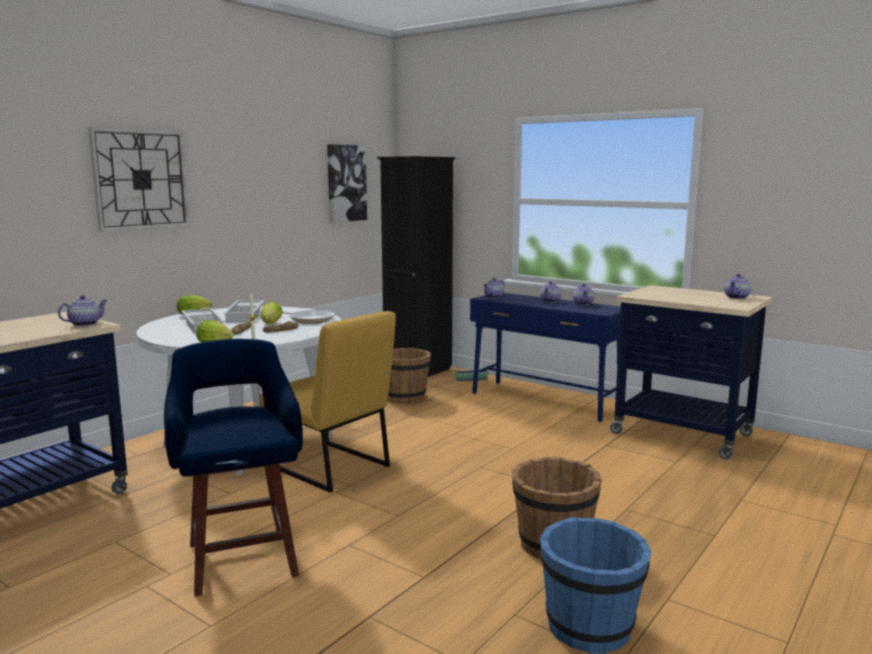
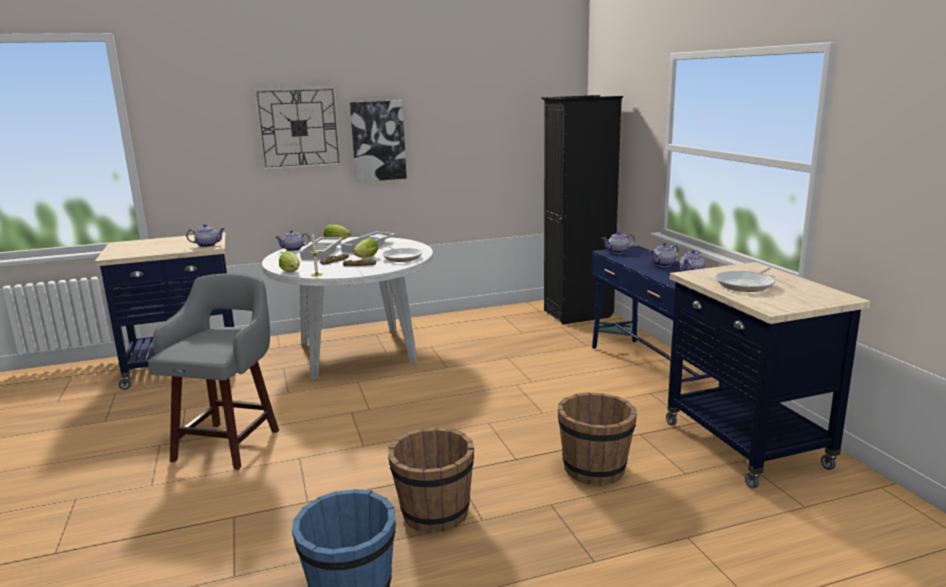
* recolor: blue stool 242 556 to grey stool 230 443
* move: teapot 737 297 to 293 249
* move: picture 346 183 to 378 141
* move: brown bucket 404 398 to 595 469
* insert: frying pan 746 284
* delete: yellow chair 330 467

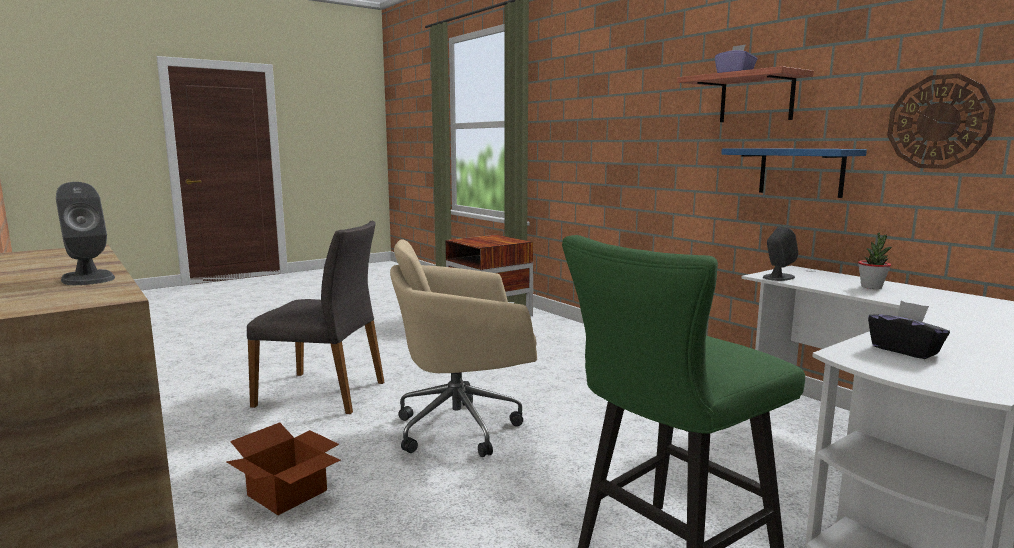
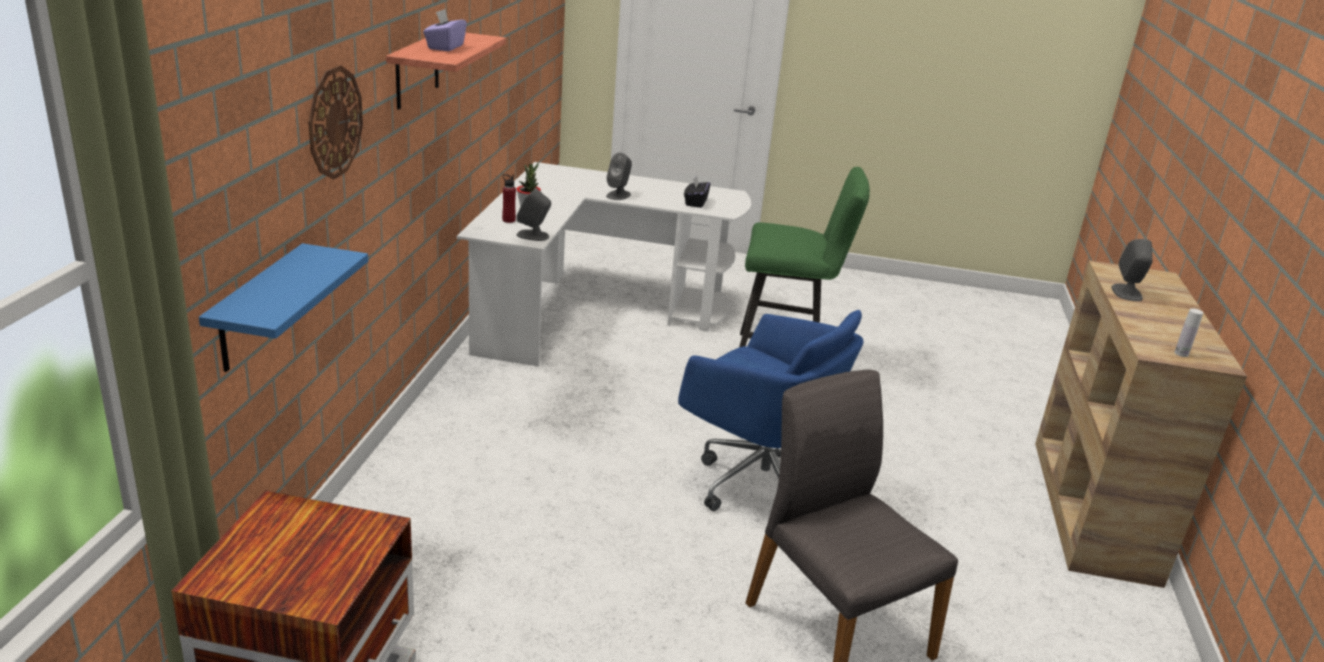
* move: blue shelf 801 172 to 258 309
* move: wall clock 939 122 to 334 122
* insert: red bottle 508 220
* insert: grey speaker 618 195
* recolor: beige office chair 464 428 to blue office chair 755 485
* insert: white bottle 1181 353
* delete: cardboard box 287 494

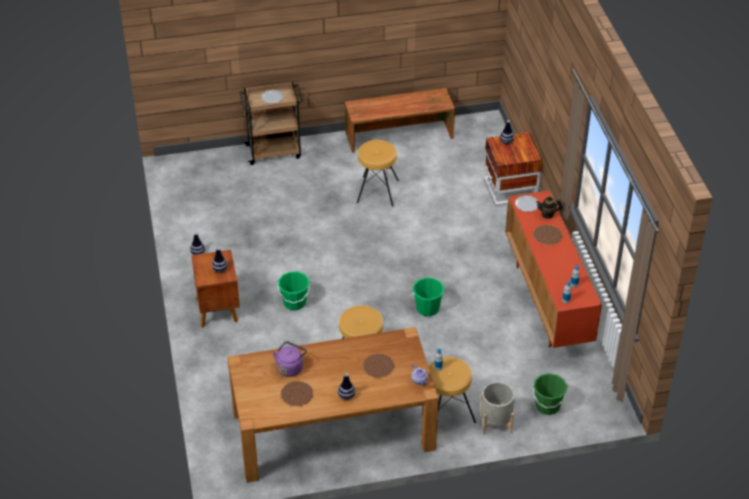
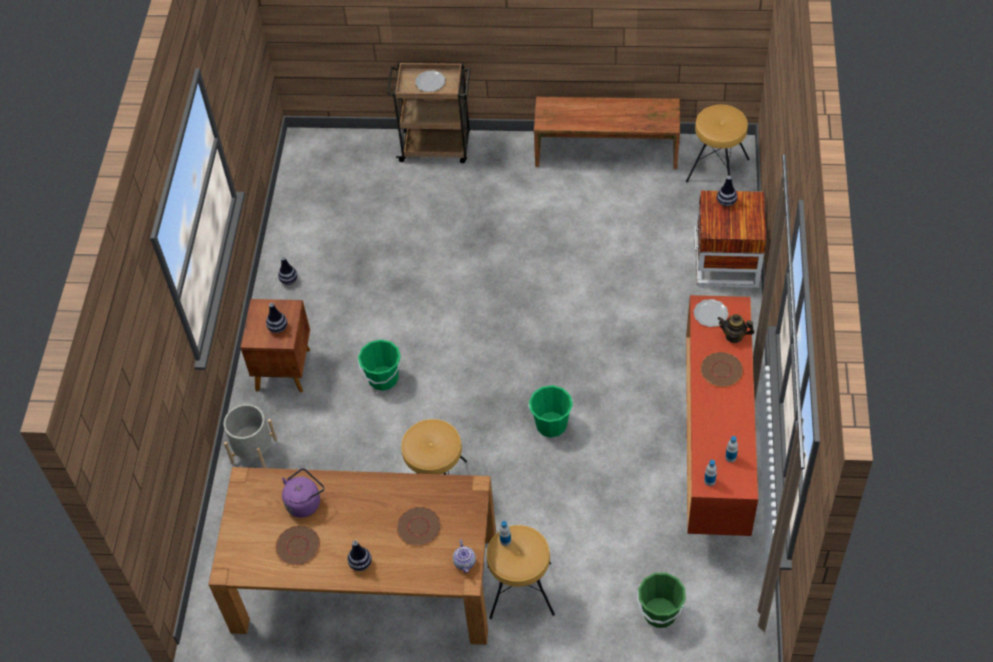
* move: grey planter 495 422 to 254 451
* move: brown stool 377 191 to 717 170

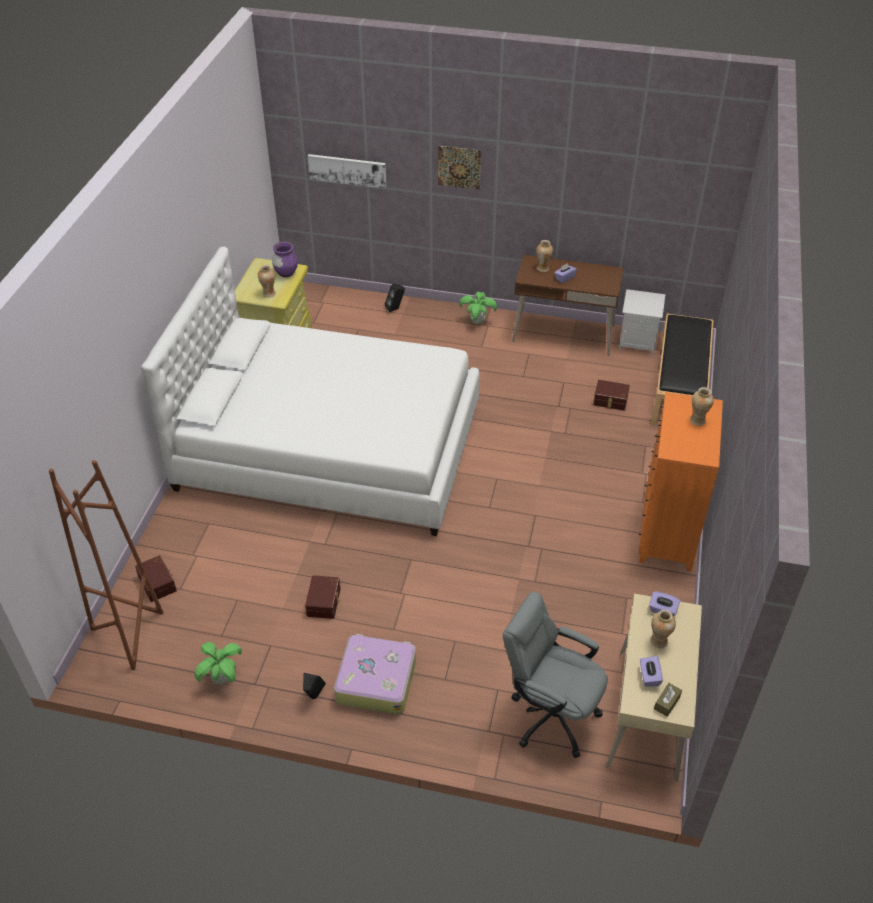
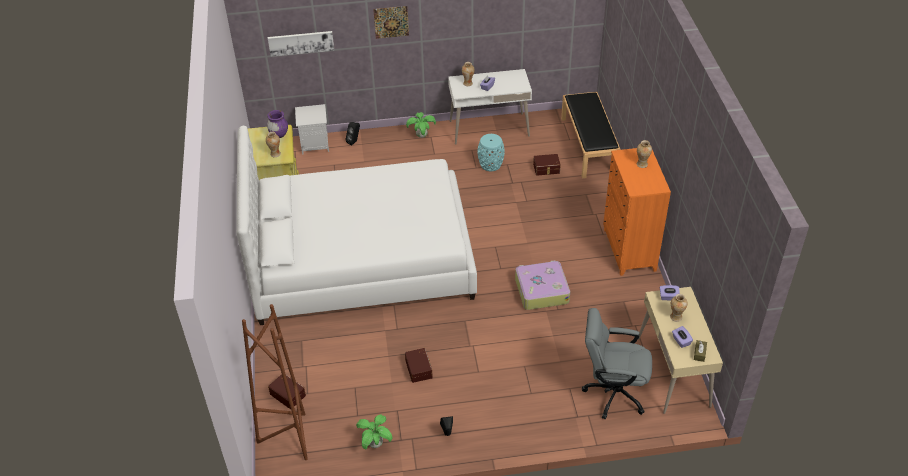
* move: grey nightstand 638 341 to 315 144
* recolor: brown desk 563 334 to white desk 489 128
* insert: turquoise stool 490 165
* move: suitcase 376 680 to 541 290

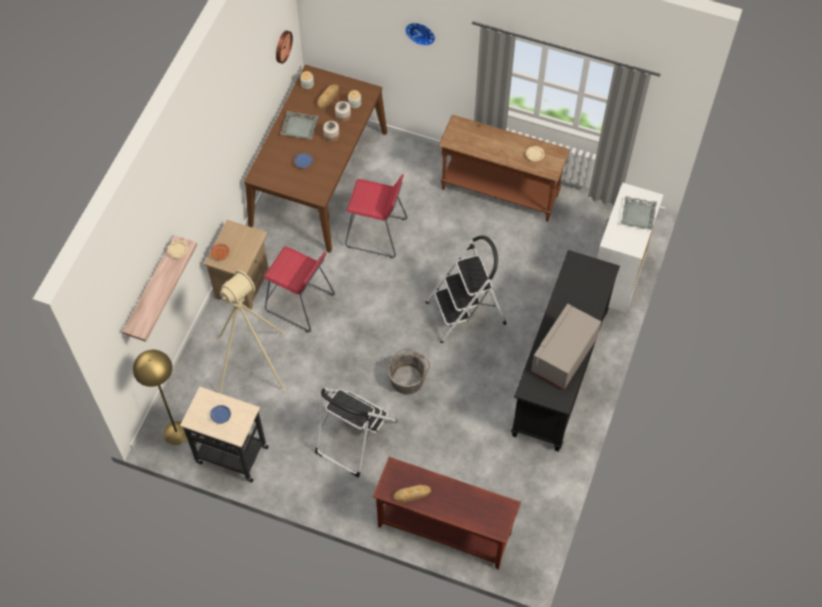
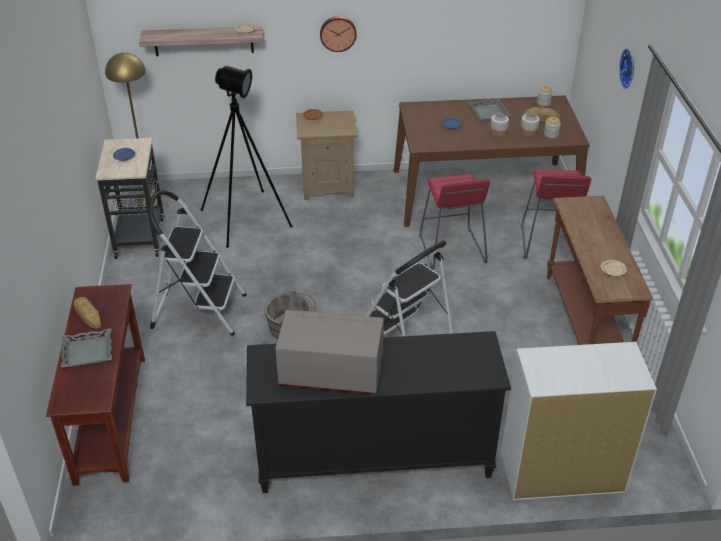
* move: grey tray 638 215 to 87 352
* recolor: beige floor lamp 252 363 to black floor lamp 246 218
* move: wall clock 282 46 to 338 33
* move: red stool 300 303 to 549 243

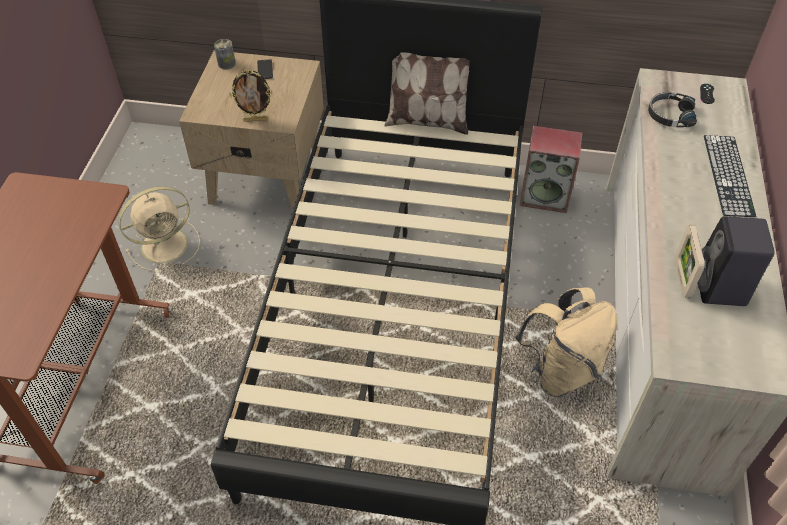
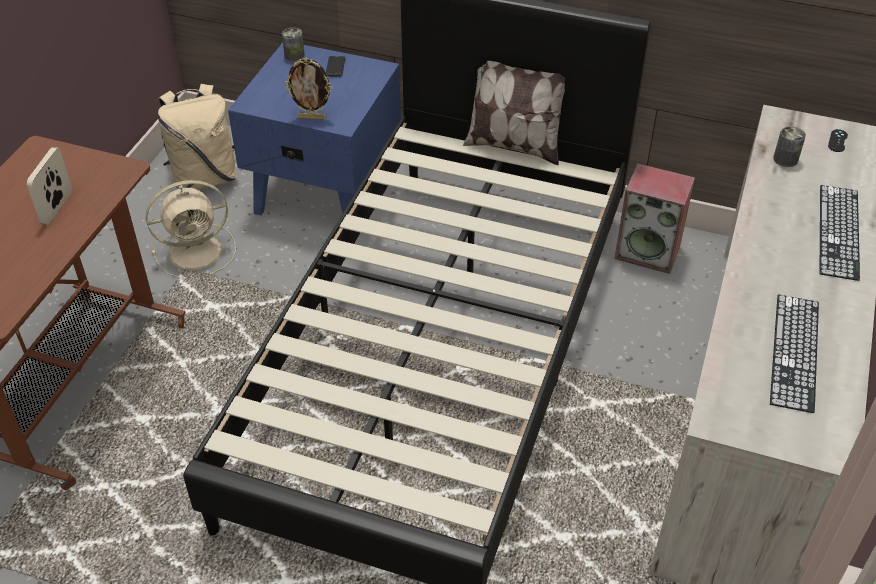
* move: picture frame 681 278 to 57 208
* move: beige backpack 561 370 to 205 177
* recolor: beige nightstand 267 176 to blue nightstand 327 192
* replace: black speaker 721 288 to keyboard 794 351
* replace: black headphones 670 115 to can 785 159

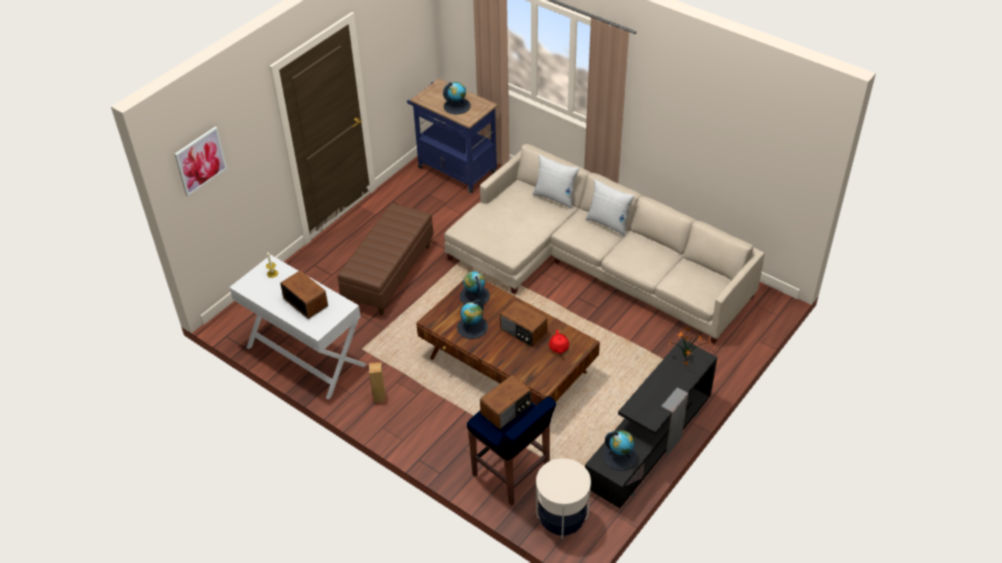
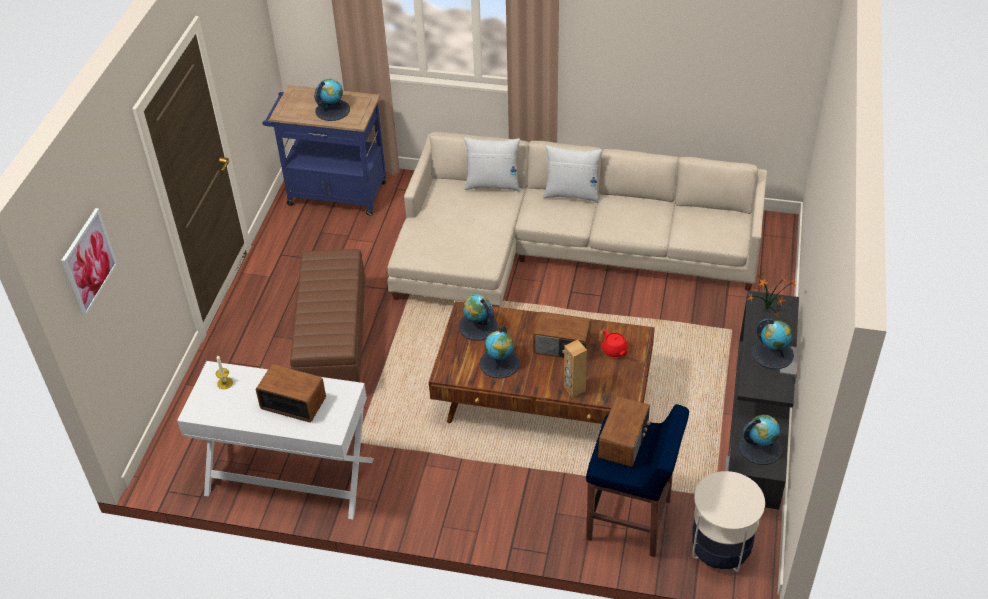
* move: brown speaker 379 397 to 574 389
* insert: globe 772 353

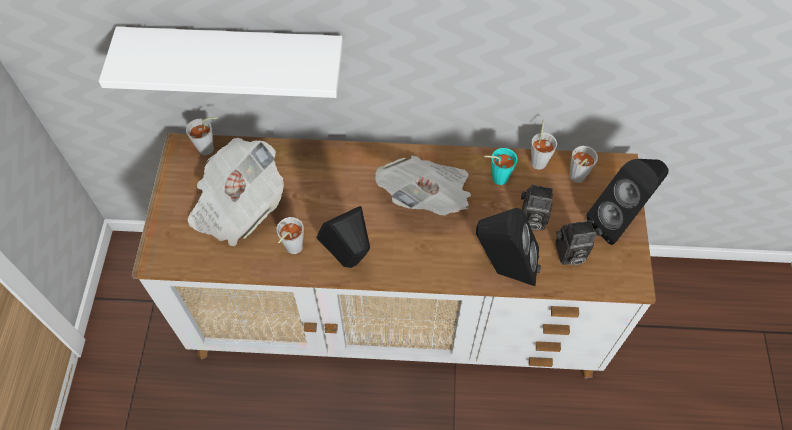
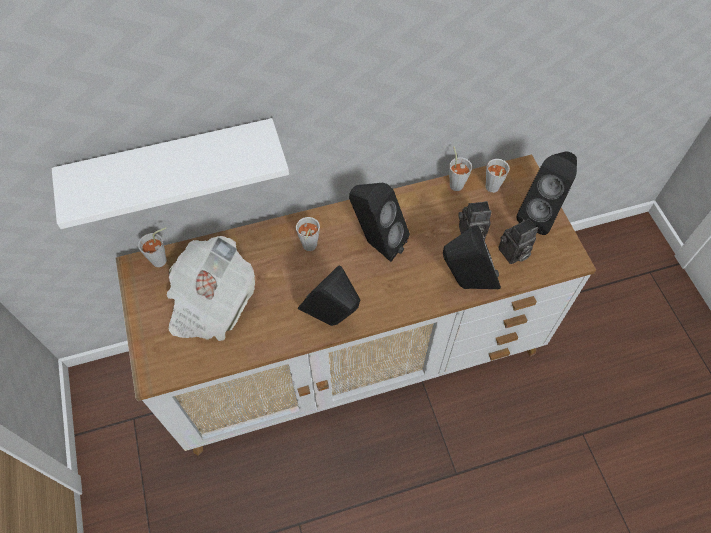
* move: grey cup 291 249 to 308 247
* replace: newspaper 427 197 to black speaker 376 243
* delete: turquoise cup 496 178

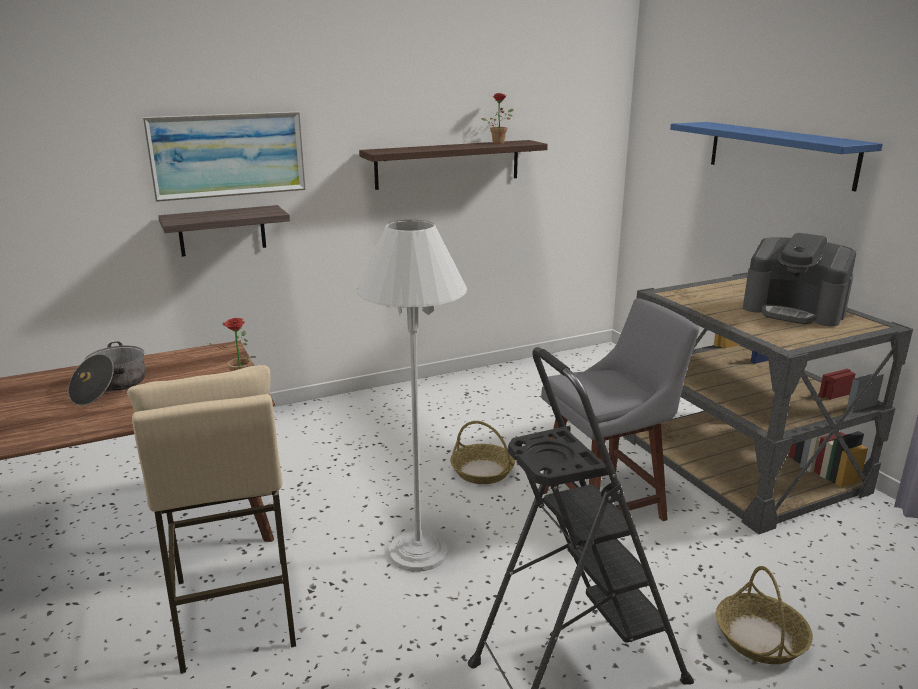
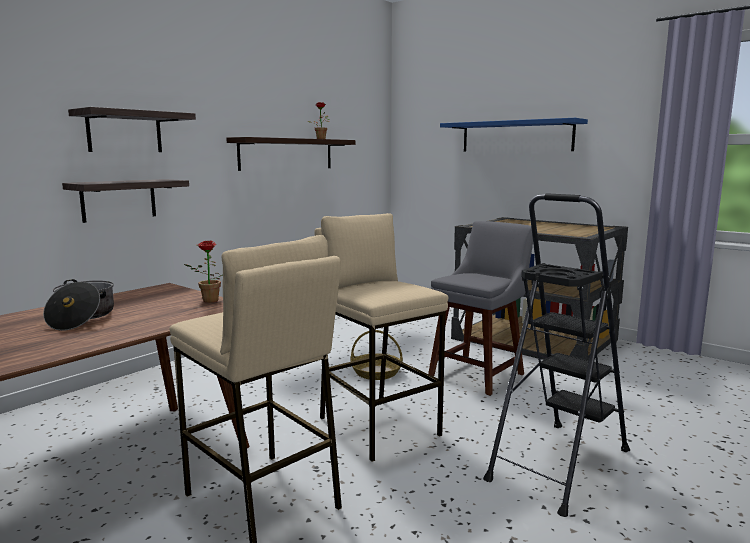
* replace: picture 228 155 to shelf 124 132
* replace: white floor lamp 418 551 to beige stool 378 426
* delete: basket 759 638
* delete: coffee machine 794 311

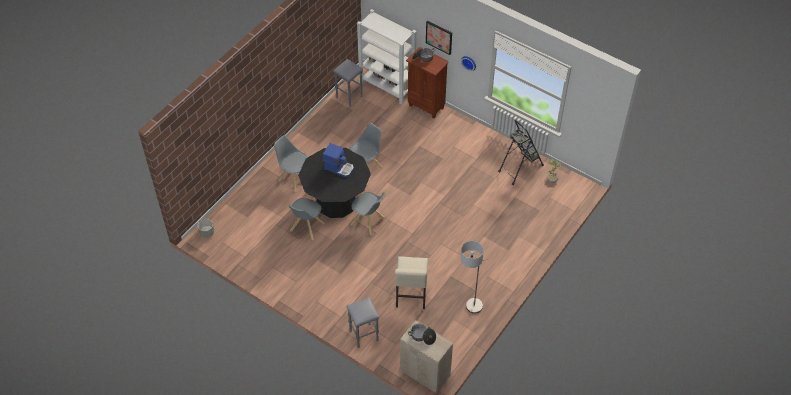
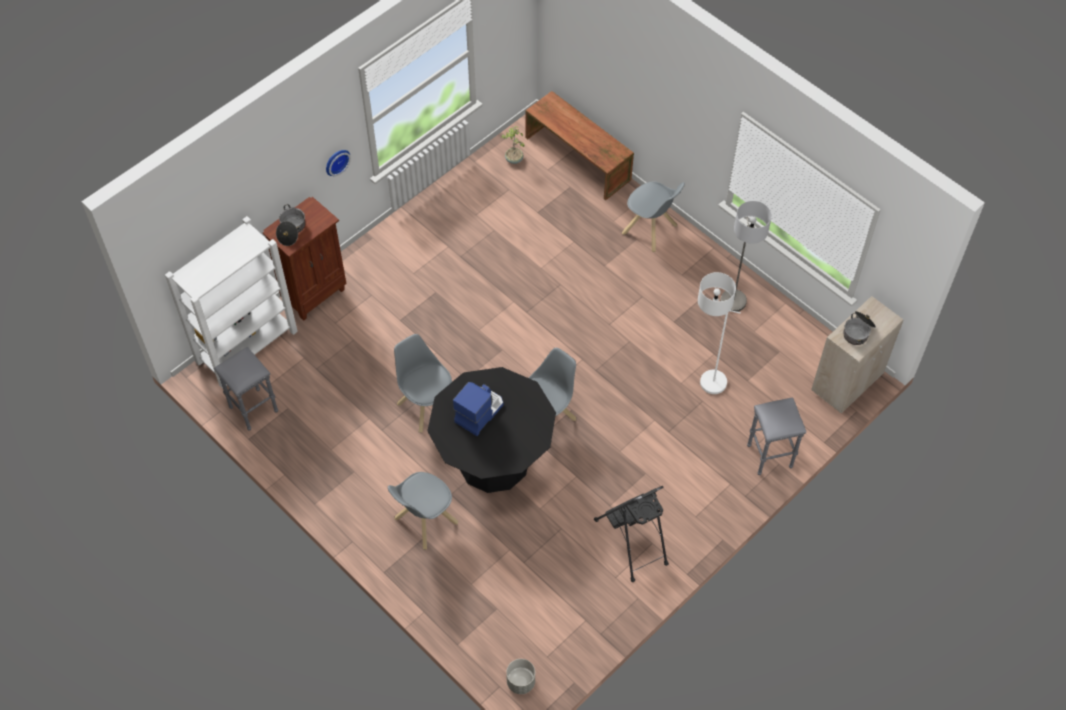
* insert: brown bench 579 158
* move: step ladder 520 168 to 631 542
* move: grey chair 306 227 to 651 230
* replace: beige stool 410 297 to white floor lamp 705 381
* delete: picture 439 37

